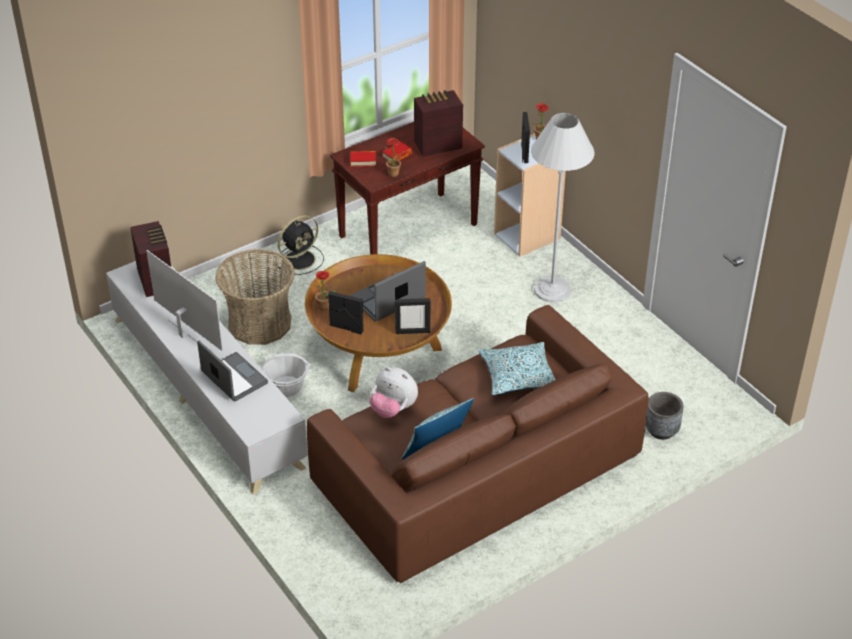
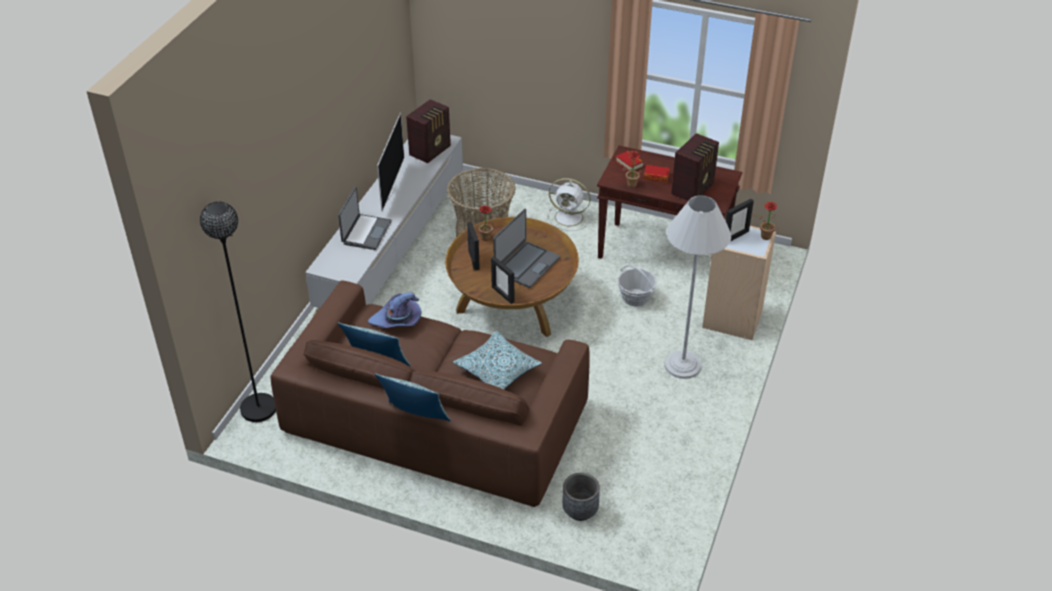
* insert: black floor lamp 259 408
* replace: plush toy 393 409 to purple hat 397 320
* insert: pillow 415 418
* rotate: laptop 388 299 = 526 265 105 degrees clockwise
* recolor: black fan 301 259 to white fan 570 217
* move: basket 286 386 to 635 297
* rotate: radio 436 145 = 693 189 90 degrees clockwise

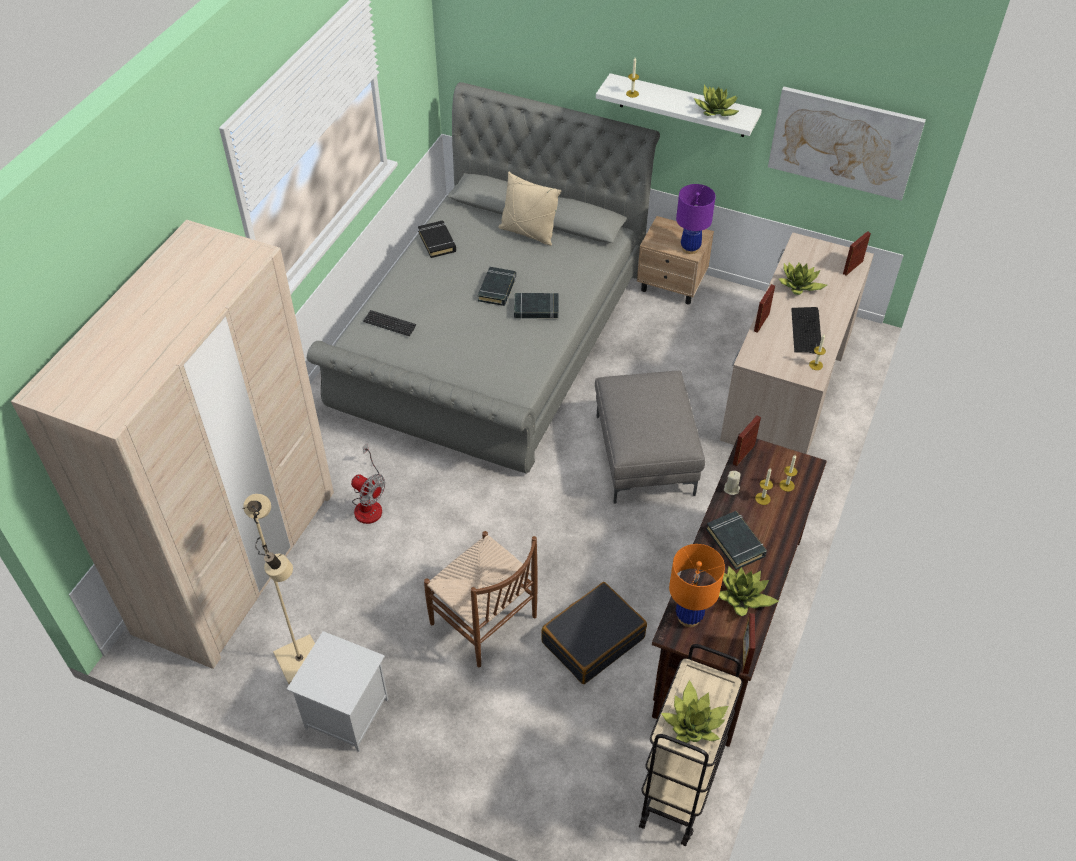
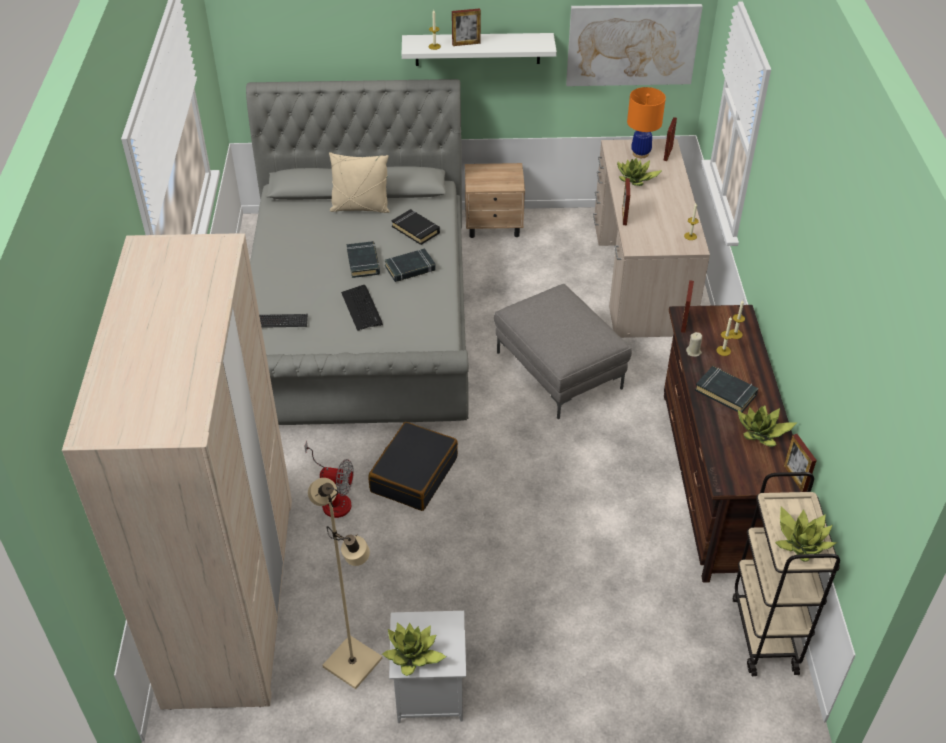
* move: keyboard 806 331 to 362 308
* move: black suitcase 592 639 to 413 474
* move: potted plant 716 111 to 413 655
* move: black book 437 242 to 416 229
* insert: picture frame 466 44
* move: orange table lamp 689 617 to 640 153
* delete: brown chair 486 623
* delete: purple table lamp 690 248

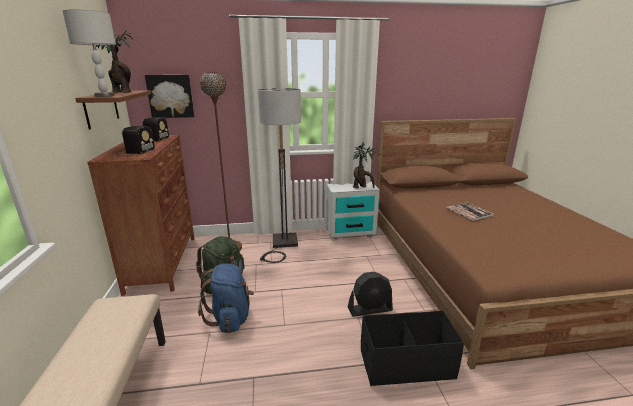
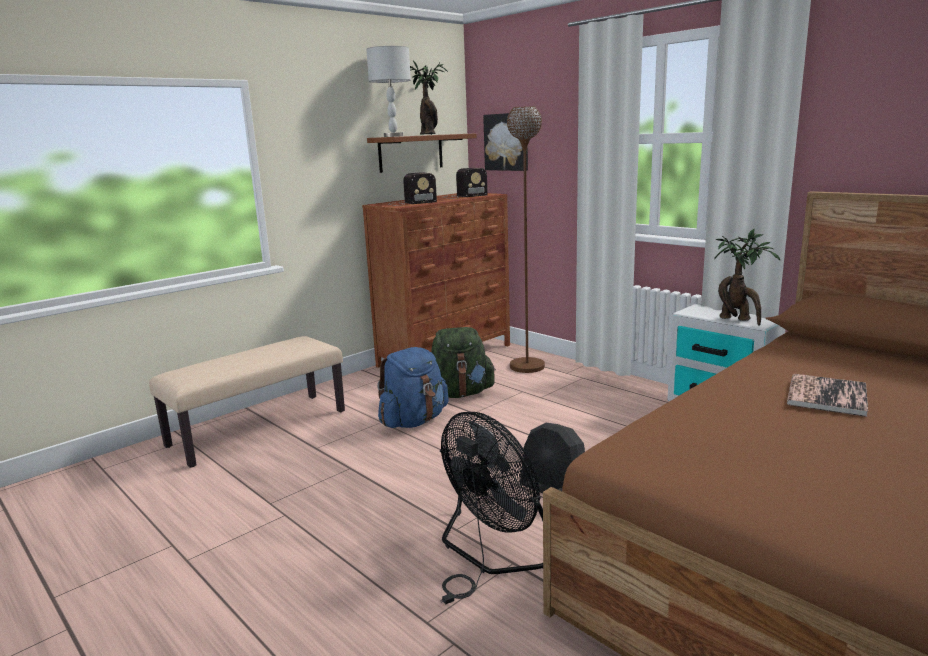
* replace: black storage box 406 364 to black fan 483 552
* delete: floor lamp 281 246

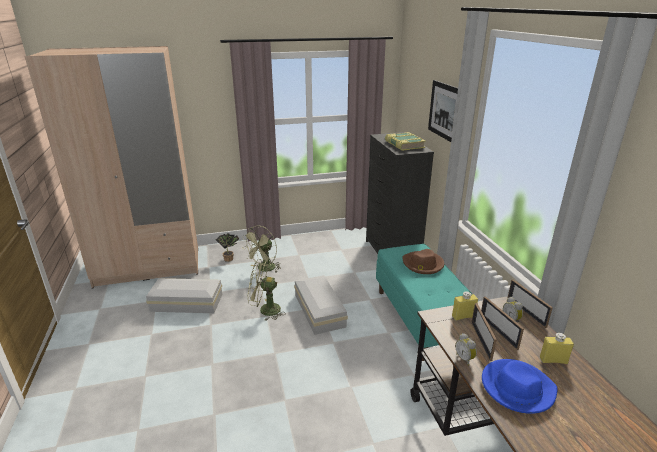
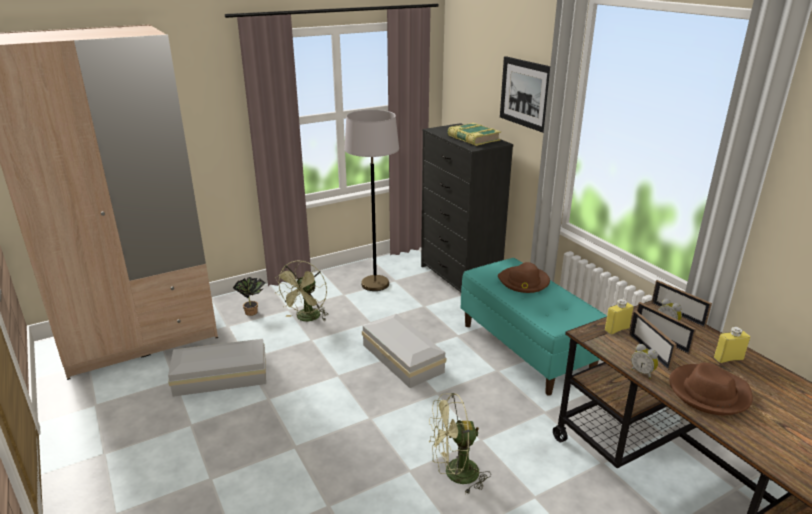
* insert: grey floor lamp 375 284
* move: green fan 265 310 to 454 474
* recolor: blue hat 517 388 to brown hat 708 392

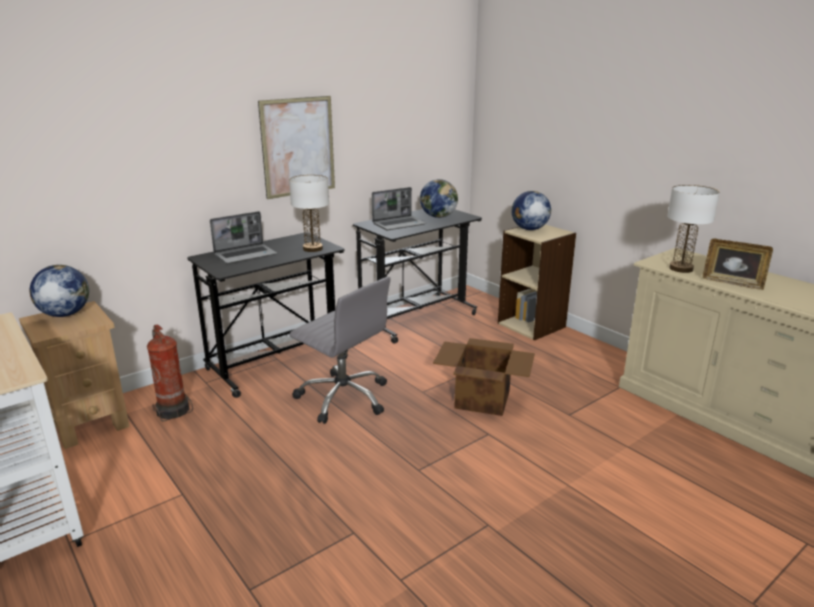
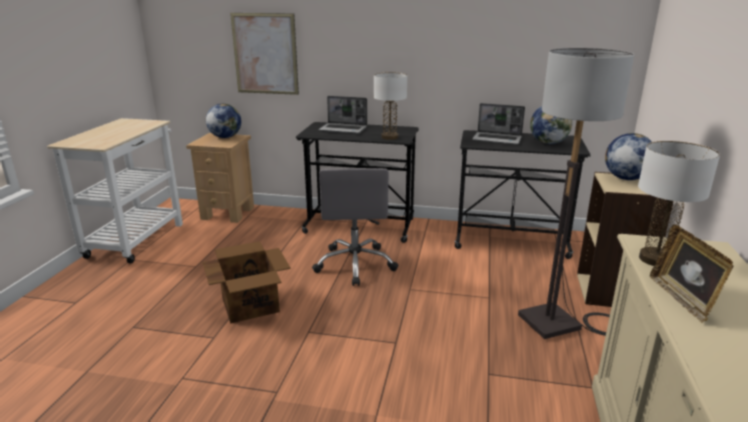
* move: cardboard box 481 399 to 250 304
* move: picture 298 147 to 265 54
* insert: floor lamp 565 324
* delete: fire extinguisher 173 410

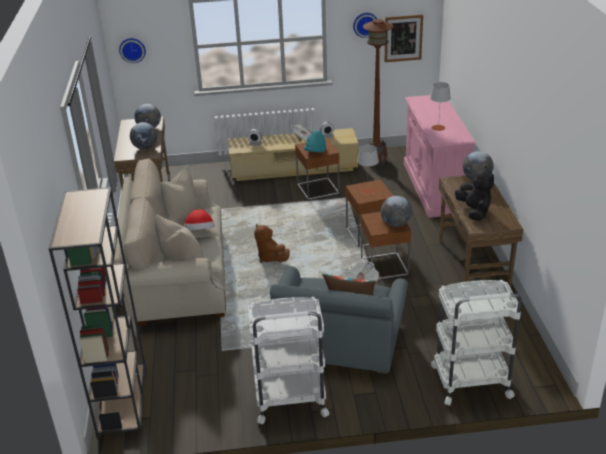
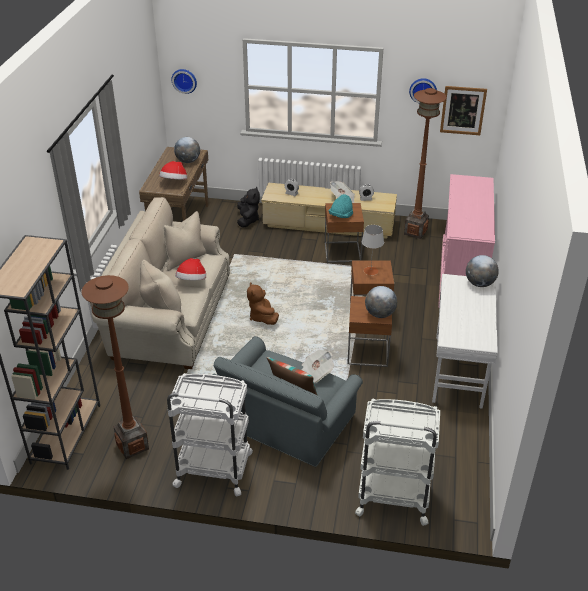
* insert: brown floor lamp 132 446
* replace: globe 145 148 to hat 174 182
* move: black plush toy 474 211 to 247 220
* recolor: brown console table 473 265 to white console table 458 371
* delete: grey table lamp 438 128

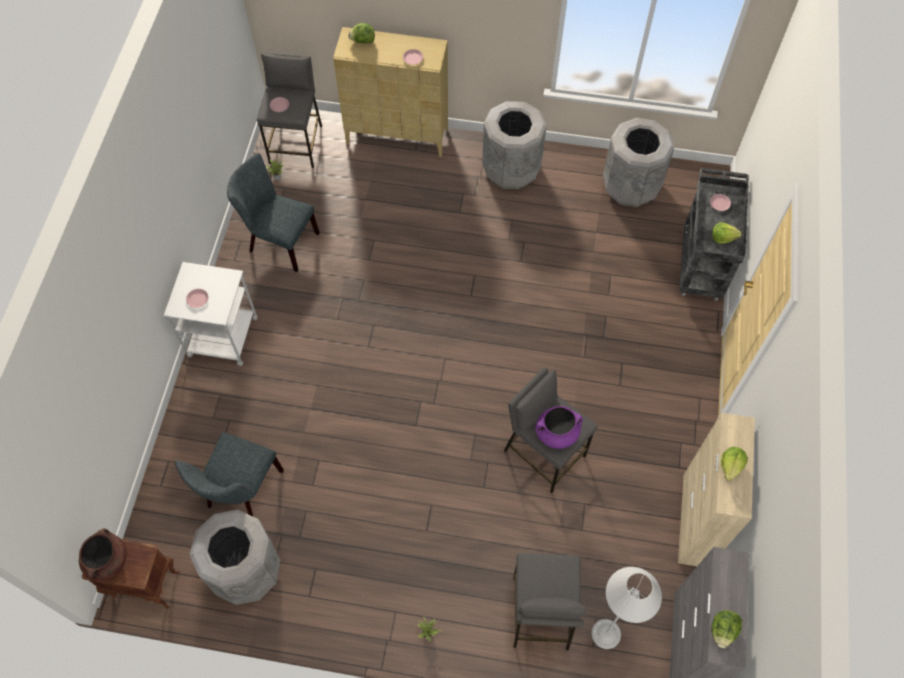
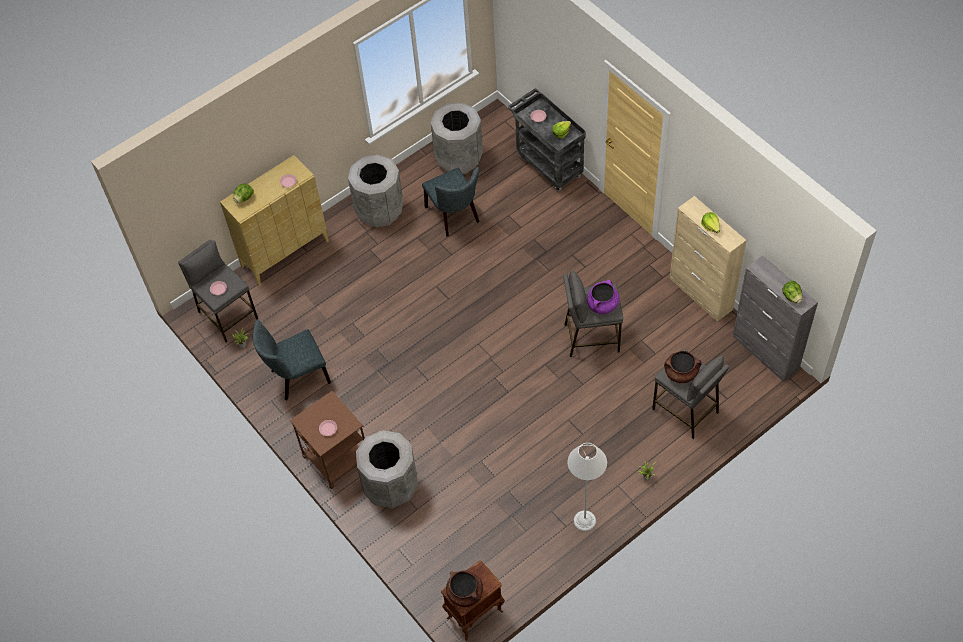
* recolor: white cart 223 335 to brown cart 336 457
* move: grey trash can 245 571 to 390 486
* move: grey chair 242 492 to 454 216
* move: grey floor lamp 606 634 to 584 521
* insert: brown cooking pot 681 373

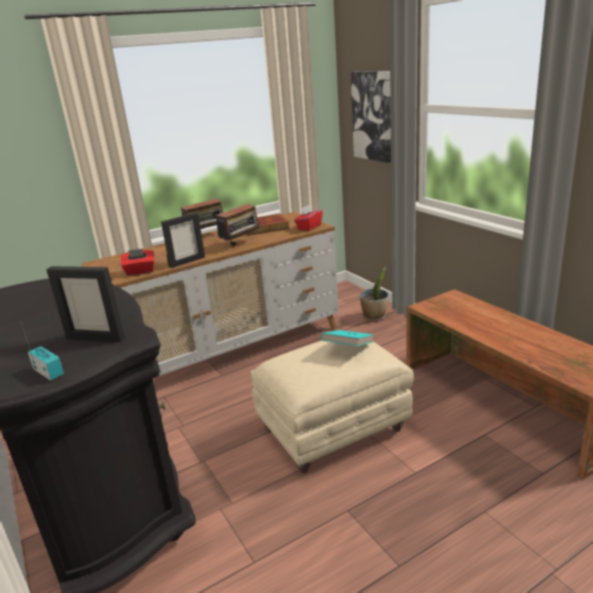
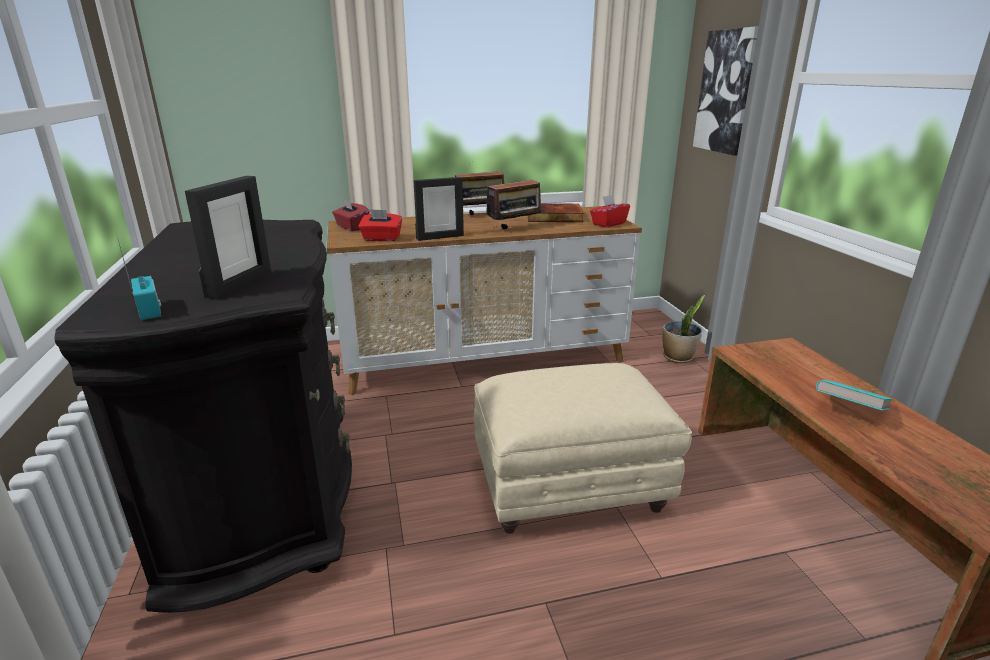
* rotate: picture frame 96 337 = 240 284 105 degrees counterclockwise
* insert: red tissue box 352 227
* move: turquoise book 348 349 to 849 411

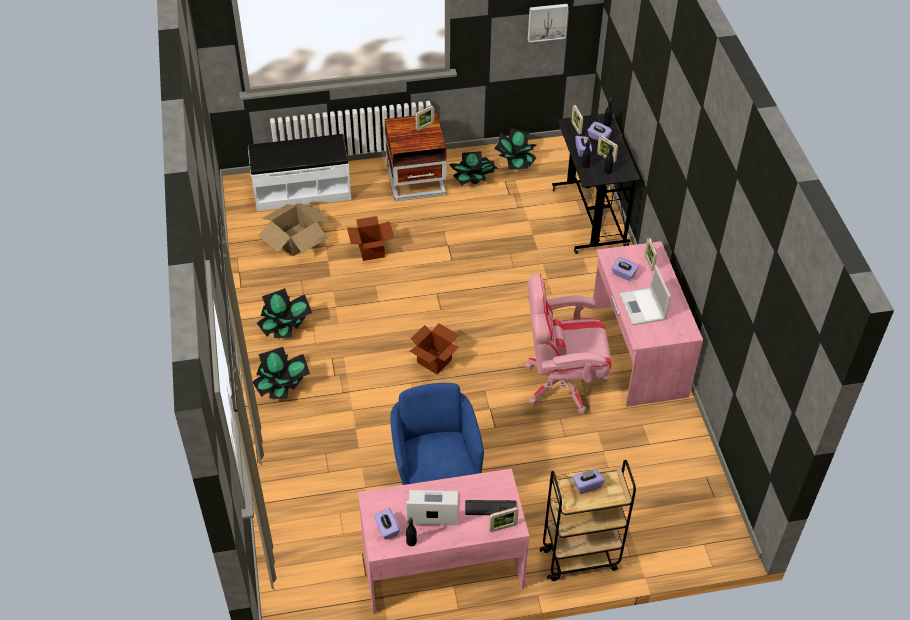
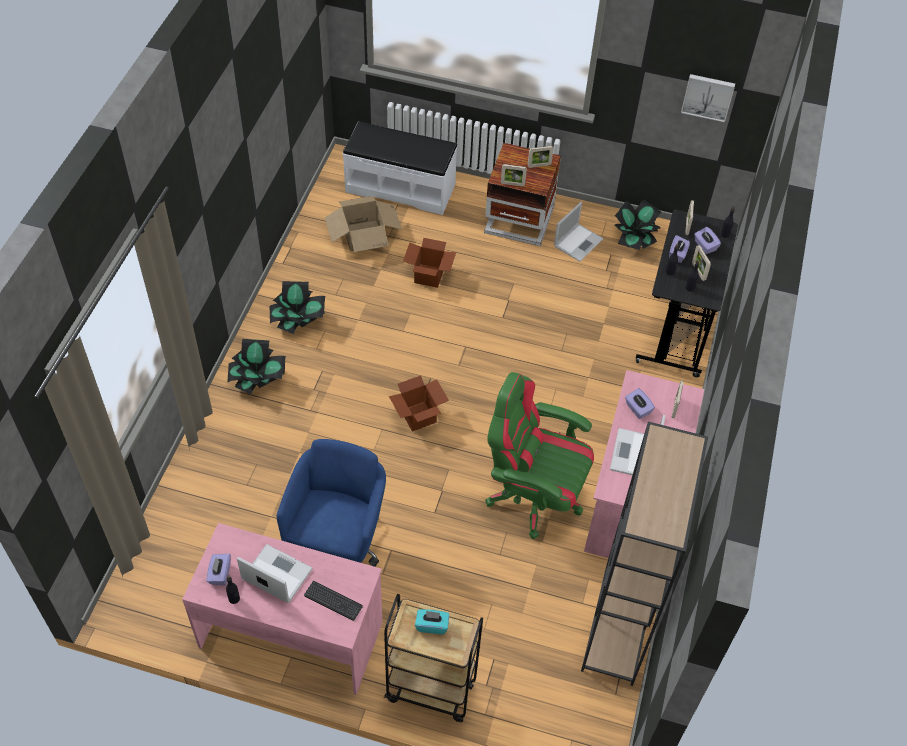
* recolor: purple tissue box 587 485 to turquoise tissue box 432 625
* recolor: pink office chair 563 382 to green office chair 534 495
* move: picture frame 503 527 to 512 184
* replace: potted plant 474 181 to laptop 578 242
* insert: bookcase 618 627

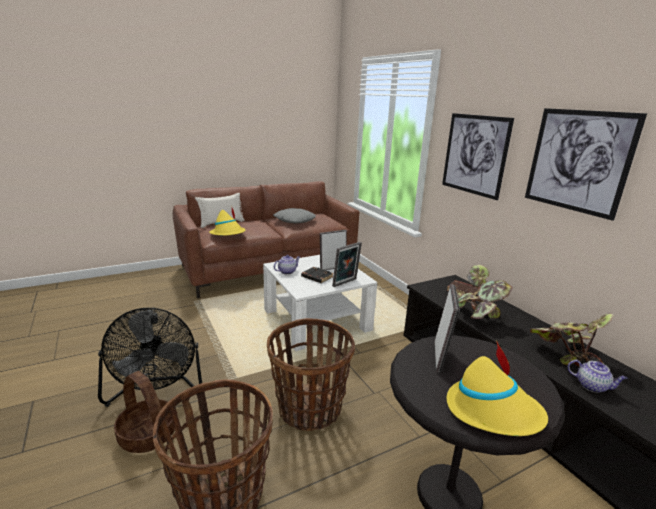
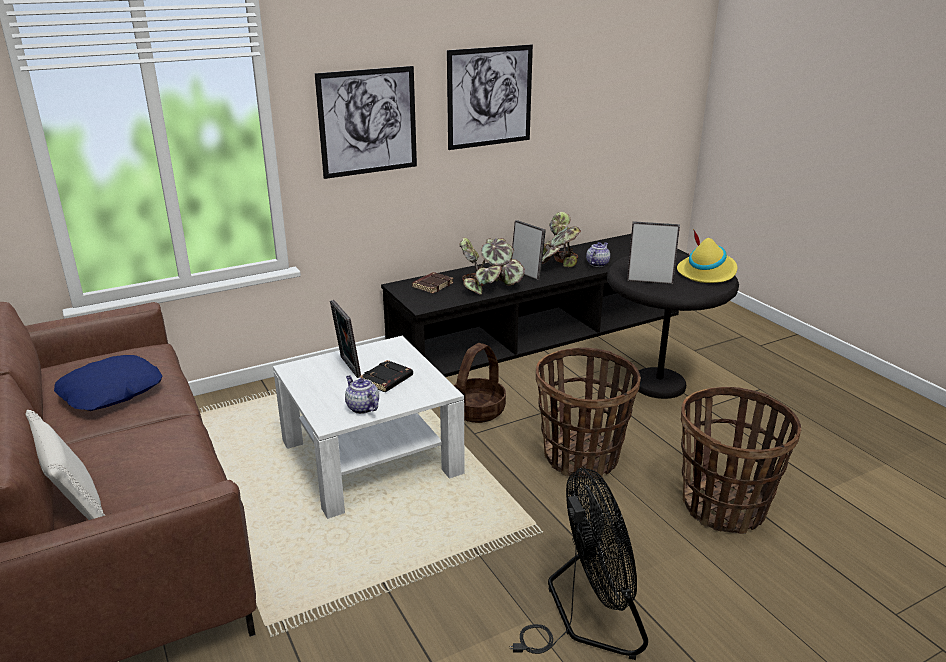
* recolor: grey pillow 294 220 to blue pillow 111 392
* move: basket 147 435 to 477 410
* move: picture frame 345 283 to 526 274
* delete: yellow hat 228 234

